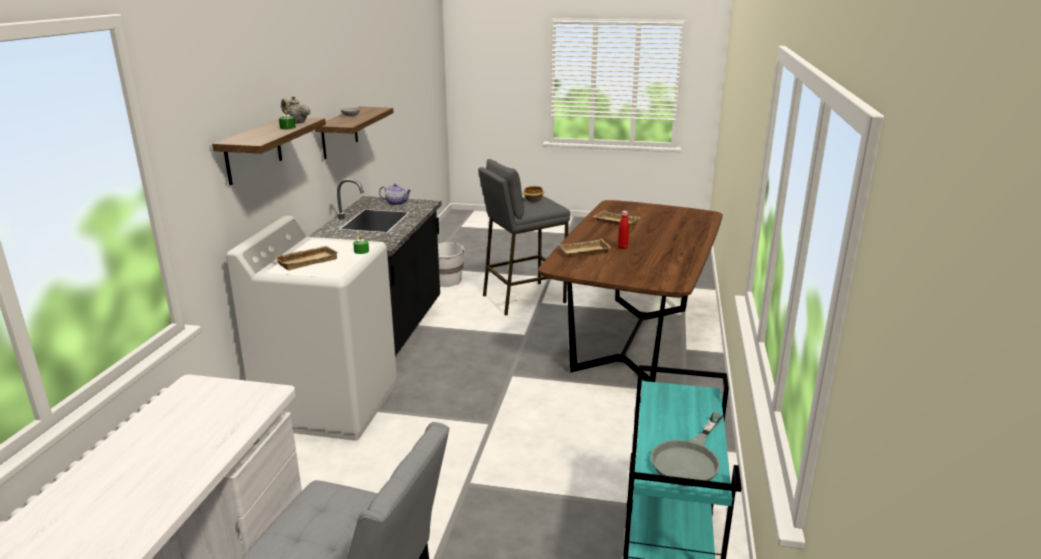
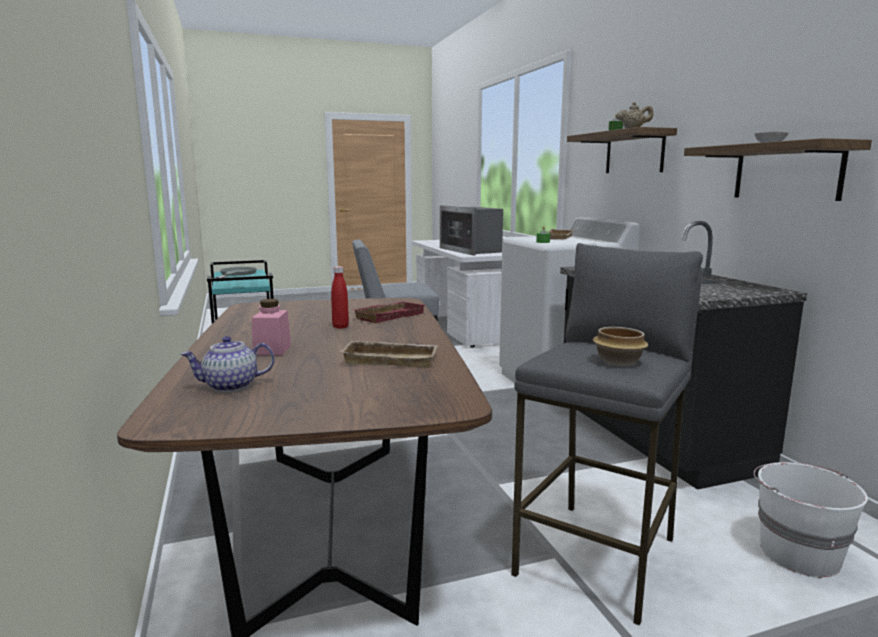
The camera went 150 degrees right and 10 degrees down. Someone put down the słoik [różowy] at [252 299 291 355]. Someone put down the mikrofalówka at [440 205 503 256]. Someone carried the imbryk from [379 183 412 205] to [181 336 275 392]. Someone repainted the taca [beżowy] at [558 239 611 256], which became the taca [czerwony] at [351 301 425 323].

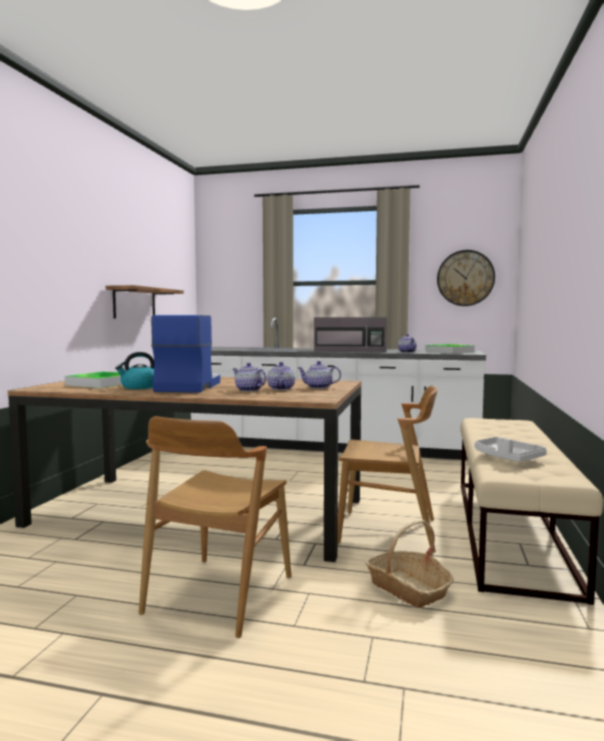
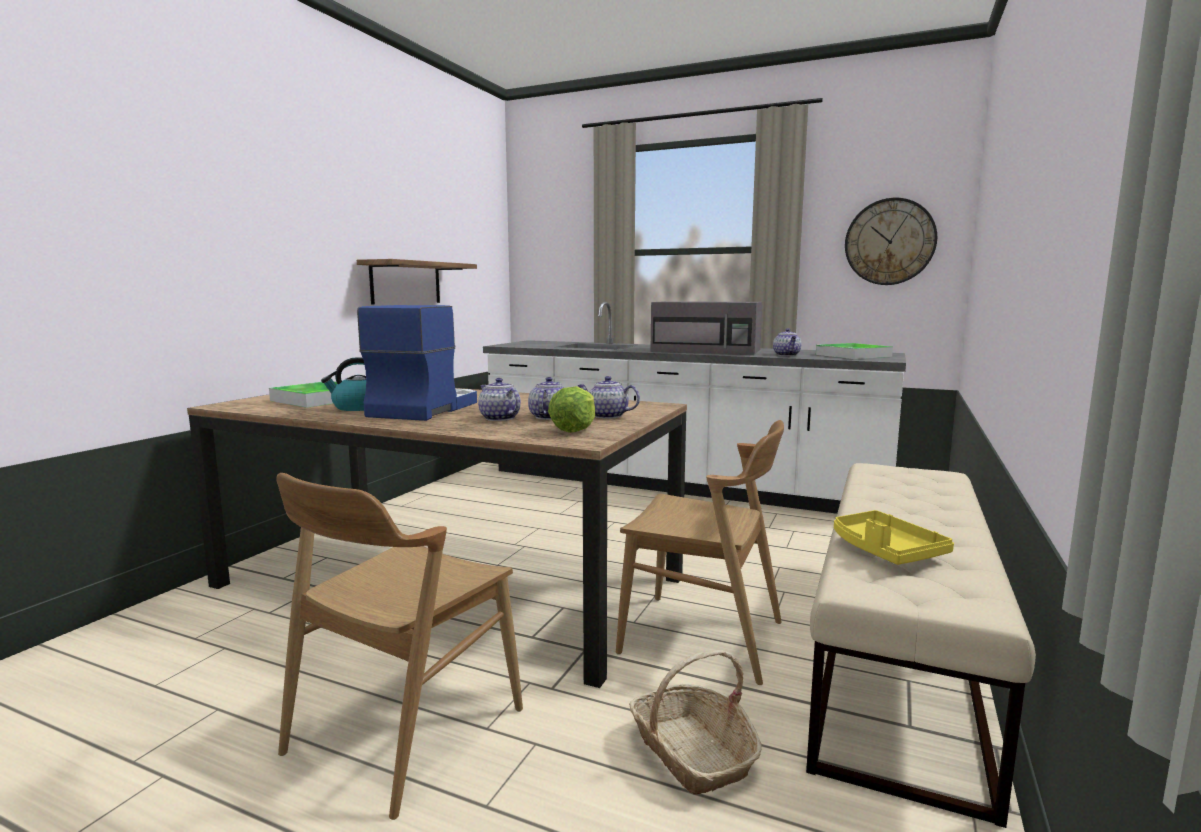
The camera went 10 degrees right and 5 degrees up. Someone put down the sałata at [548 386 595 433]. Someone repainted the taca [szary] at [475 437 547 462], which became the taca [żółty] at [834 510 954 565].

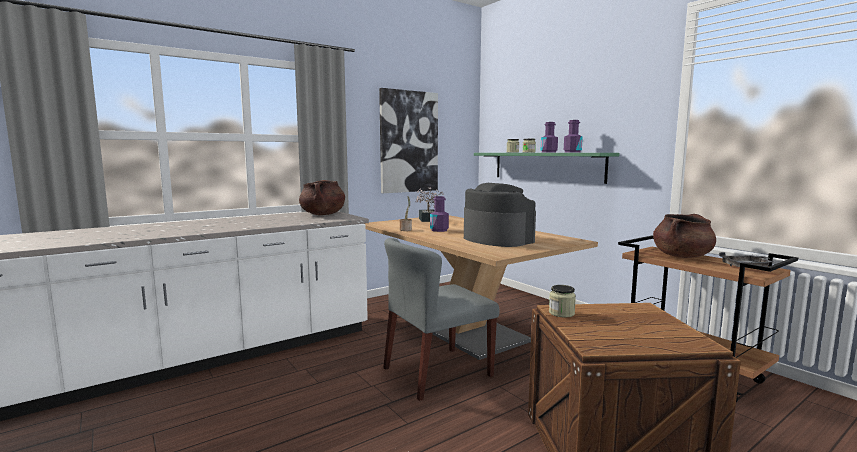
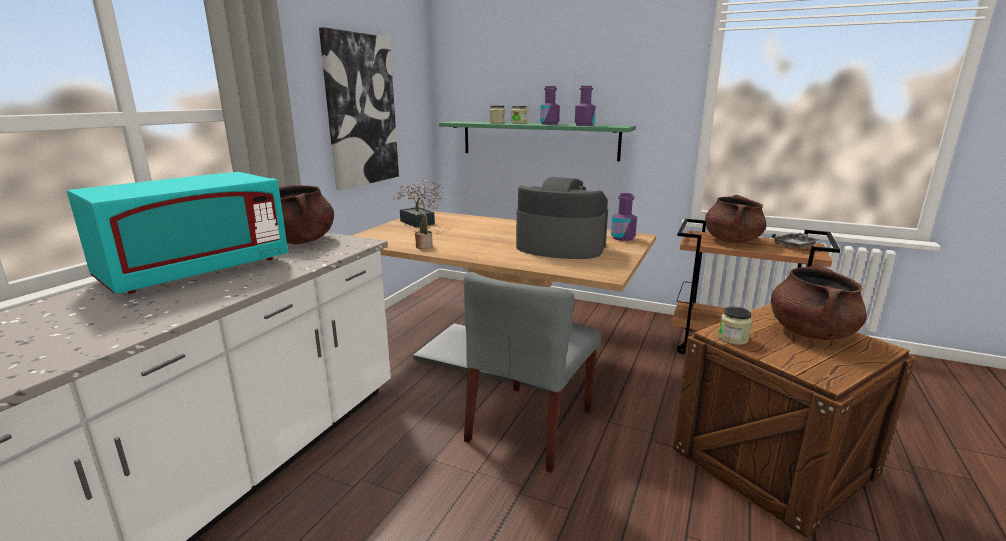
The camera went 30 degrees left and 10 degrees up. Someone put down the mikrofalówka [turkusowy] at [67 172 288 294]. Someone put down the garnek [brązowy] at [771 264 867 340]. Someone carried the butelka [fioletowy] from [430 196 449 232] to [611 193 637 241].

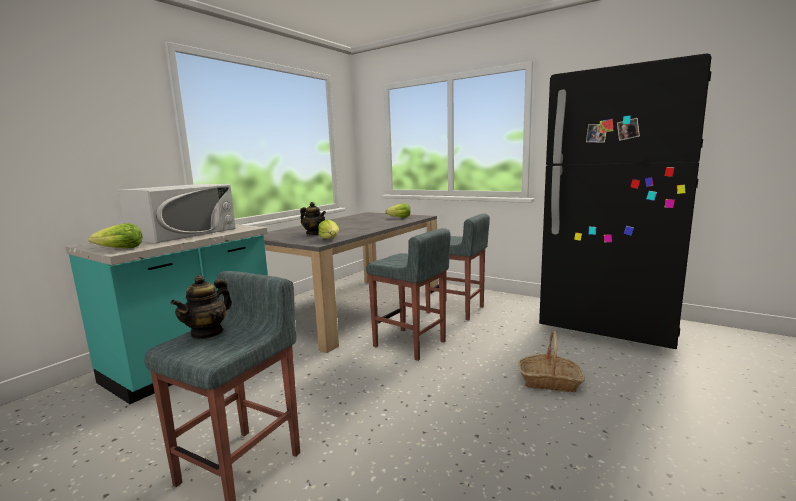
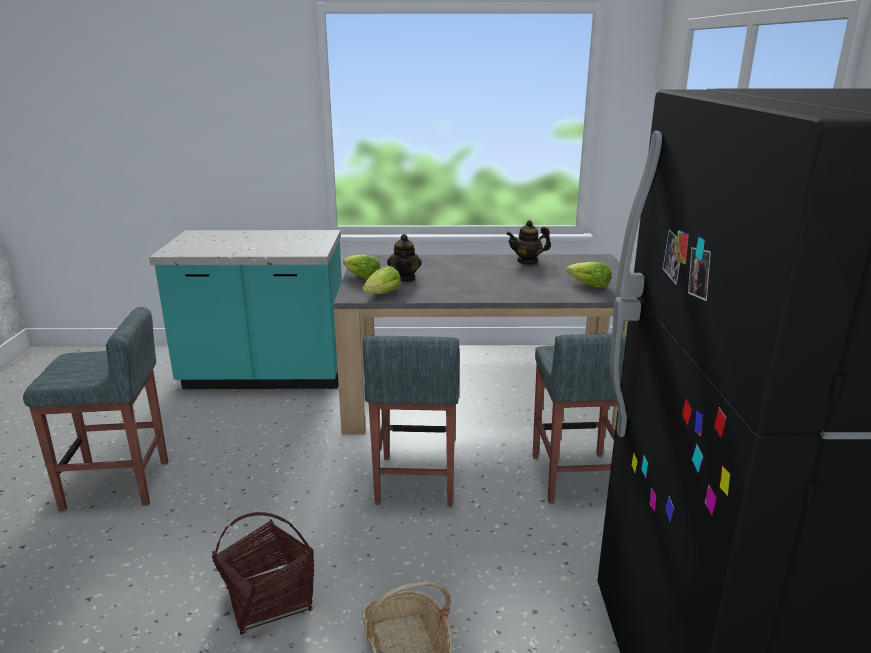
The camera went 55 degrees right and 10 degrees up. Someone took away the mikrofalówka [biały] at [118 184 236 243]. Someone put down the koszyk at [212 512 314 635]. Someone carried the sałata from [88 223 143 248] to [343 254 380 280]. Someone carried the imbryk from [170 275 232 339] to [506 220 551 265].

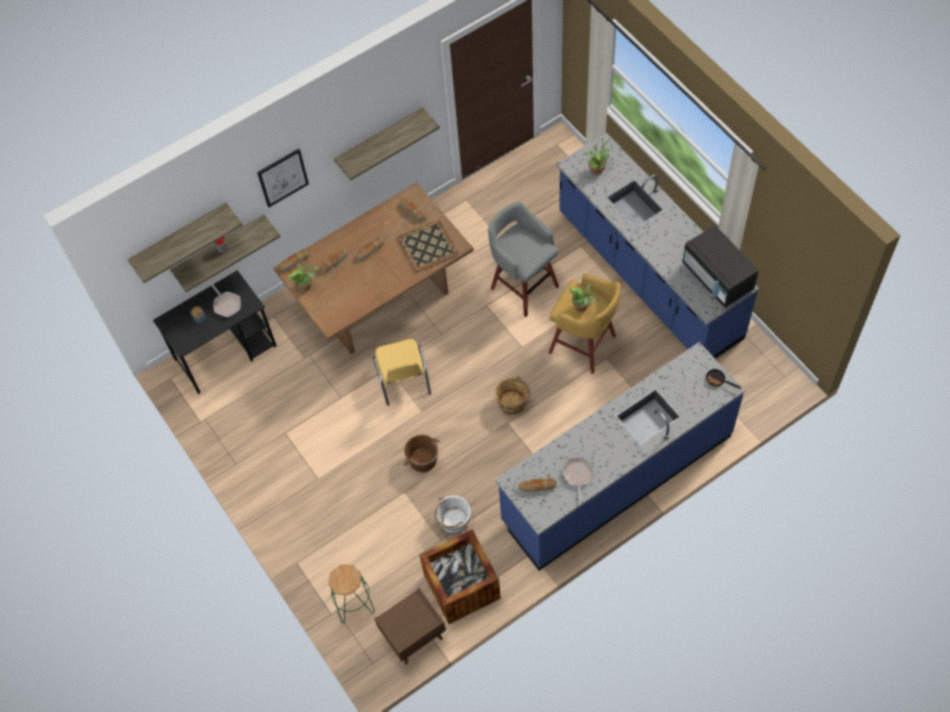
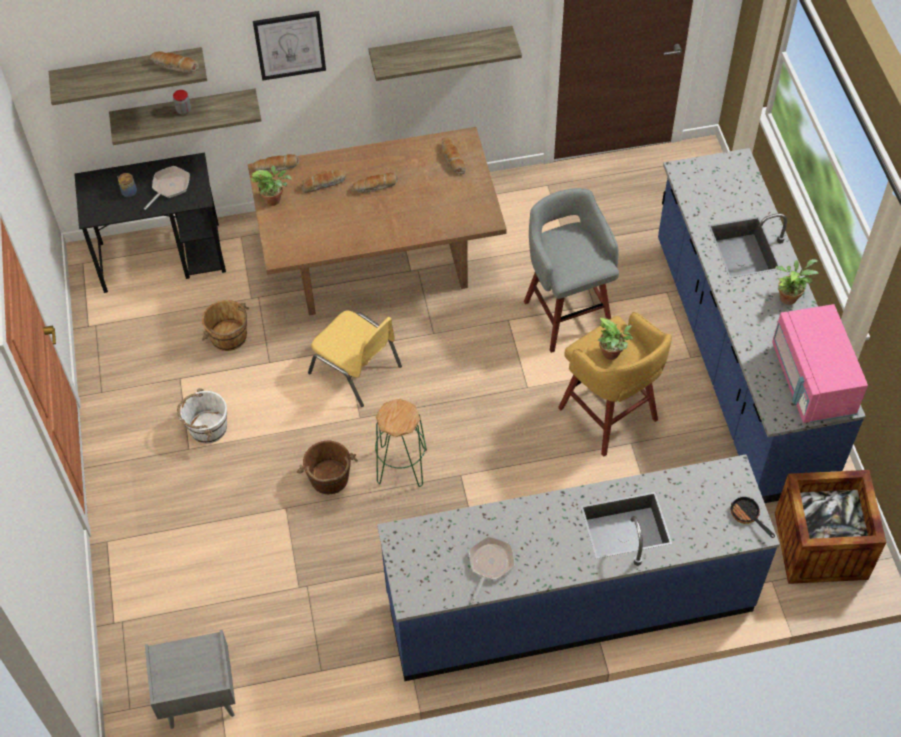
The camera went 20 degrees right and 5 degrees down. Someone took away the taca at [397 220 458 272]. Someone carried the stołek [zielony] from [329 564 375 623] to [375 399 427 487]. Someone carried the skrzynka from [419 529 501 624] to [775 470 887 584]. Someone carried the wiadro [biały] from [434 496 471 534] to [177 388 227 444]. Someone carried the wiadro [brązowy] from [495 376 530 415] to [202 300 249 351]. Someone carried the chleb from [519 478 557 492] to [150 51 199 73]. Someone carried the roślina doniczkowa from [583 141 611 175] to [775 259 818 305]. Someone repainted the szafka nocna [brązowy] at [374 588 446 664], which became the szafka nocna [szary] at [145 630 235 729]. Someone repainted the mikrofalówka [czarny] at [682 225 759 308], which became the mikrofalówka [różowy] at [772 304 868 423]. Someone rotated the patelnia at [211 283 241 317] by 135 degrees counterclockwise. Someone rotated the krzesło [żółty] at [373 339 431 406] by 60 degrees counterclockwise.

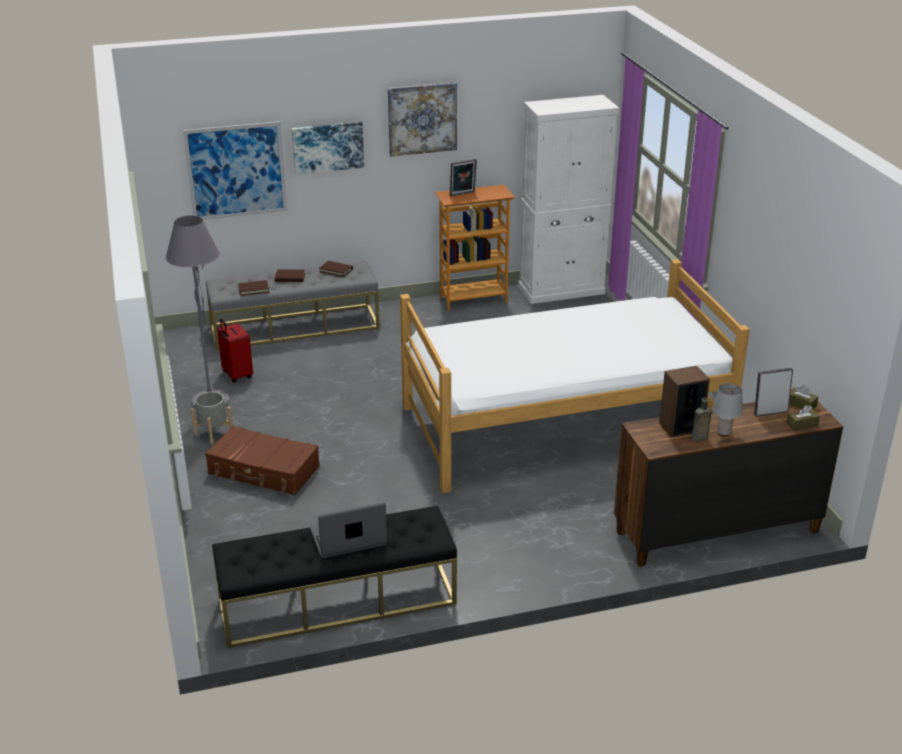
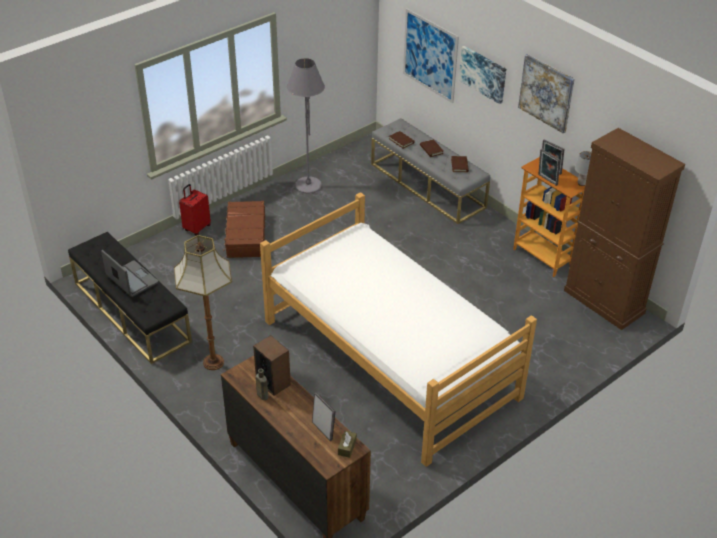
The camera went 65 degrees right and 10 degrees up. Someone took away the donica [szary] at [191 391 233 445]. Someone took away the pudełko chusteczek [brązowy] at [786 405 820 431]. Someone put down the lampa stojąca at [174 235 232 370]. Someone put down the ramka na zdjęcie at [538 149 560 186]. Someone carried the walizka [czerwony] from [217 319 253 383] to [179 184 211 236]. Someone carried the lampa stołowa [szary] from [712 383 742 437] to [575 151 591 186]. Someone repainted the szafka [biały] at [518 95 619 304], which became the szafka [brązowy] at [564 128 685 330].

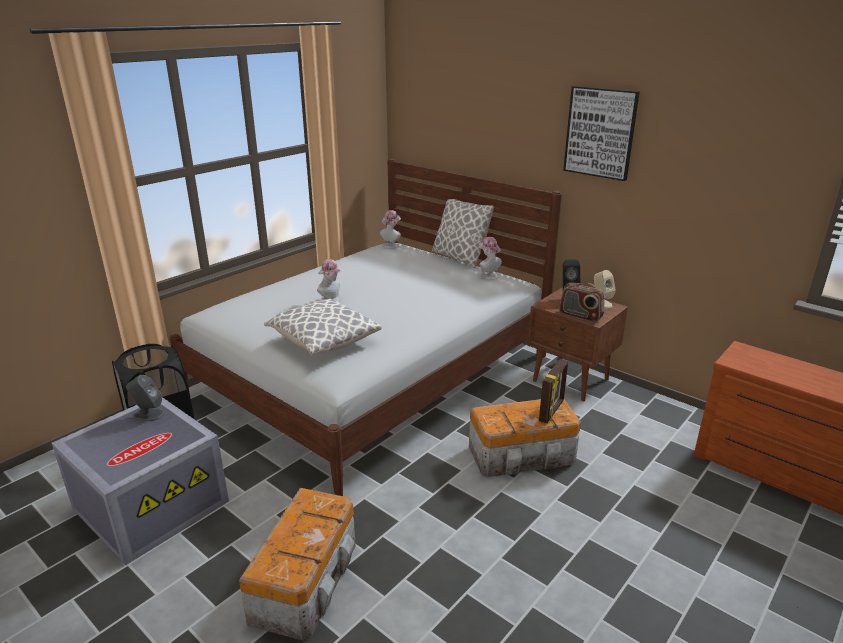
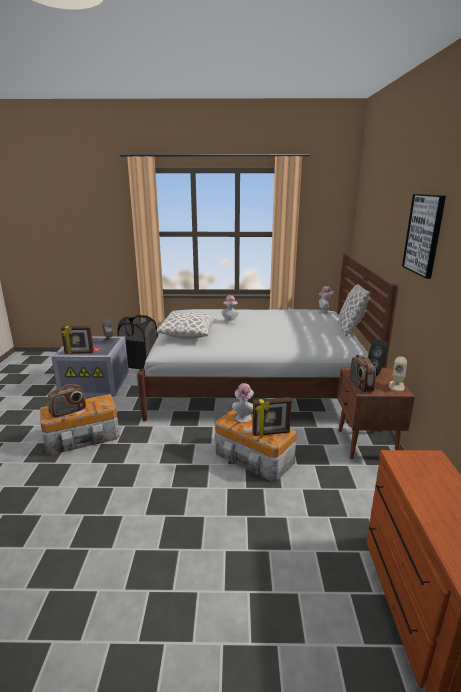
The camera went 50 degrees right and 5 degrees down. Someone put down the radio at [47 384 86 418]. Someone put down the ramka na zdjęcie at [61 326 94 354]. Someone carried the kapelusz from [479 237 502 280] to [232 383 254 422].

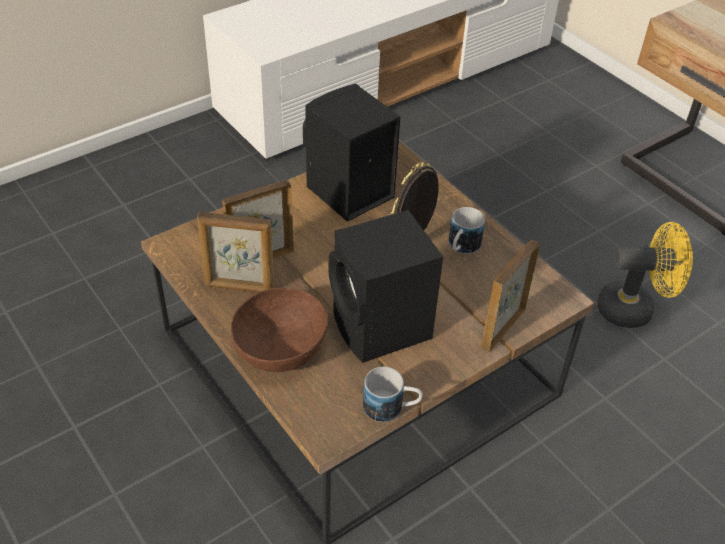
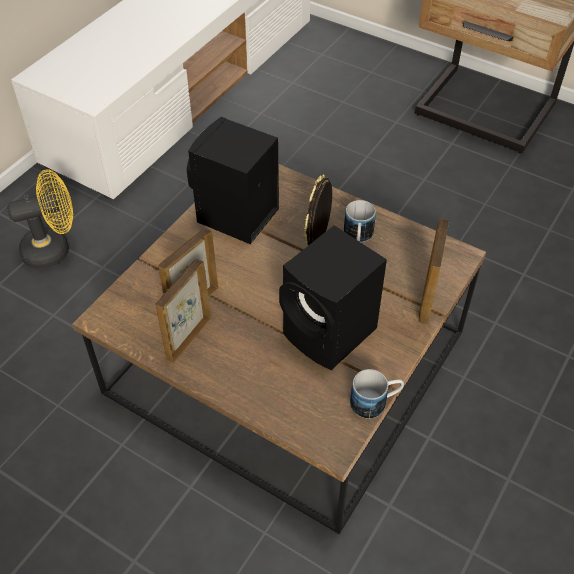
The camera went 20 degrees left and 5 degrees up. Someone took away the miska [brązowy] at [231 288 328 372]. Someone carried the wentylator [żółty] from [597 222 693 328] to [7 169 73 269]. Someone rotated the ramka na zdjęcie at [197 212 274 292] by 135 degrees clockwise.

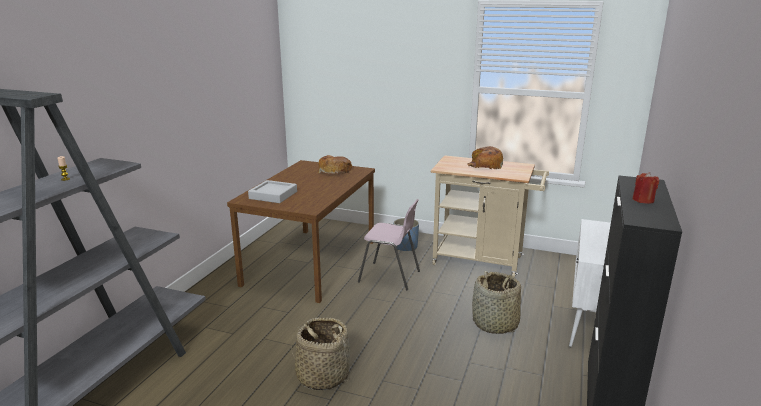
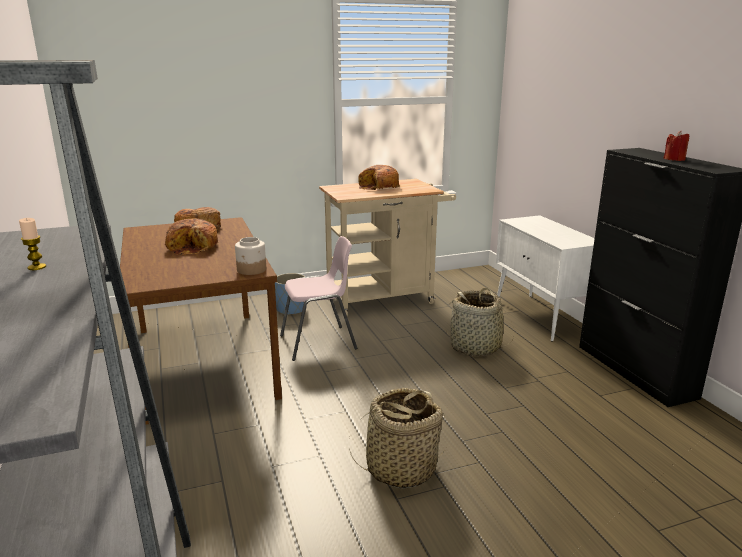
The camera went 40 degrees left and 0 degrees up. Someone took away the taca [szary] at [248 180 297 203]. Someone put down the chleb at [165 218 218 255]. Someone put down the słoik at [235 237 266 275].

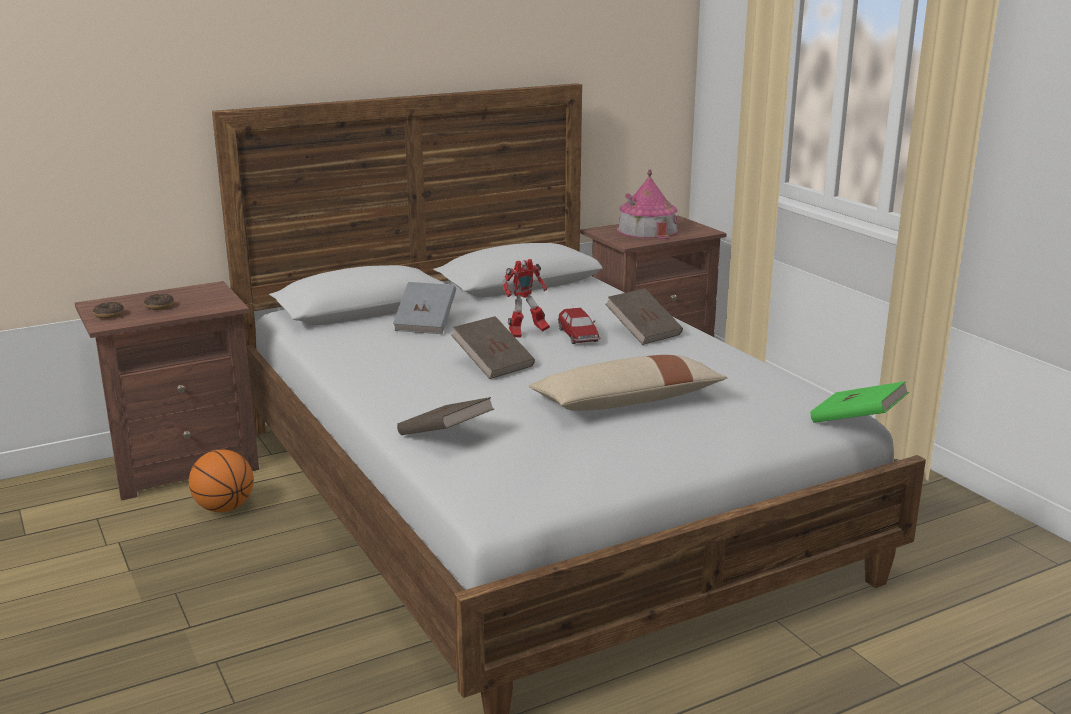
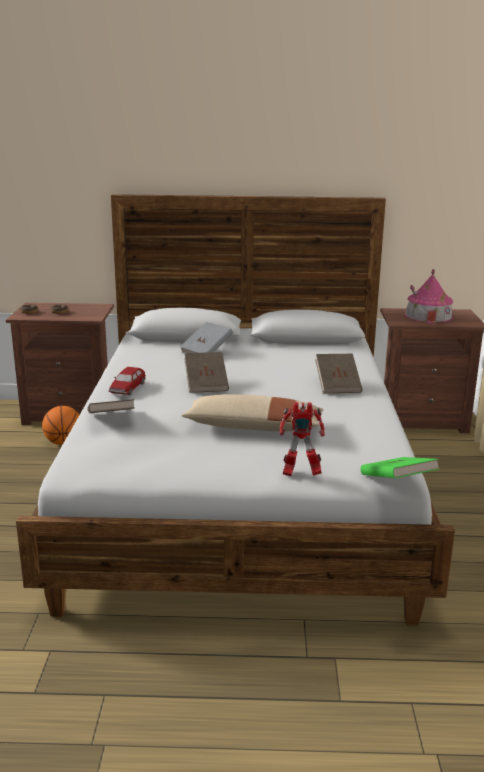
The camera went 30 degrees right and 0 degrees up. Someone carried the robot zabawkowy from [503 259 550 338] to [279 402 325 476]. Someone carried the samochodzik from [558 308 600 344] to [108 367 146 395].

